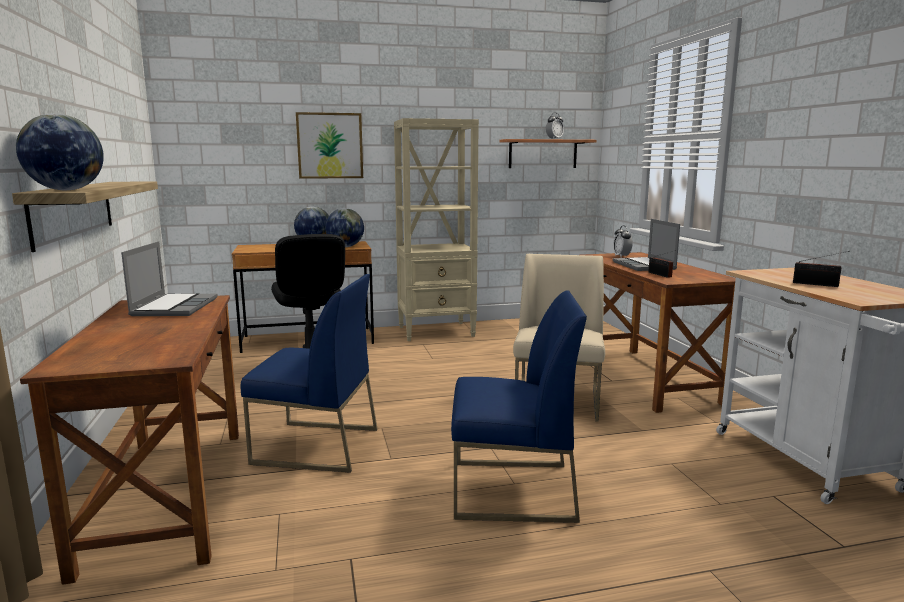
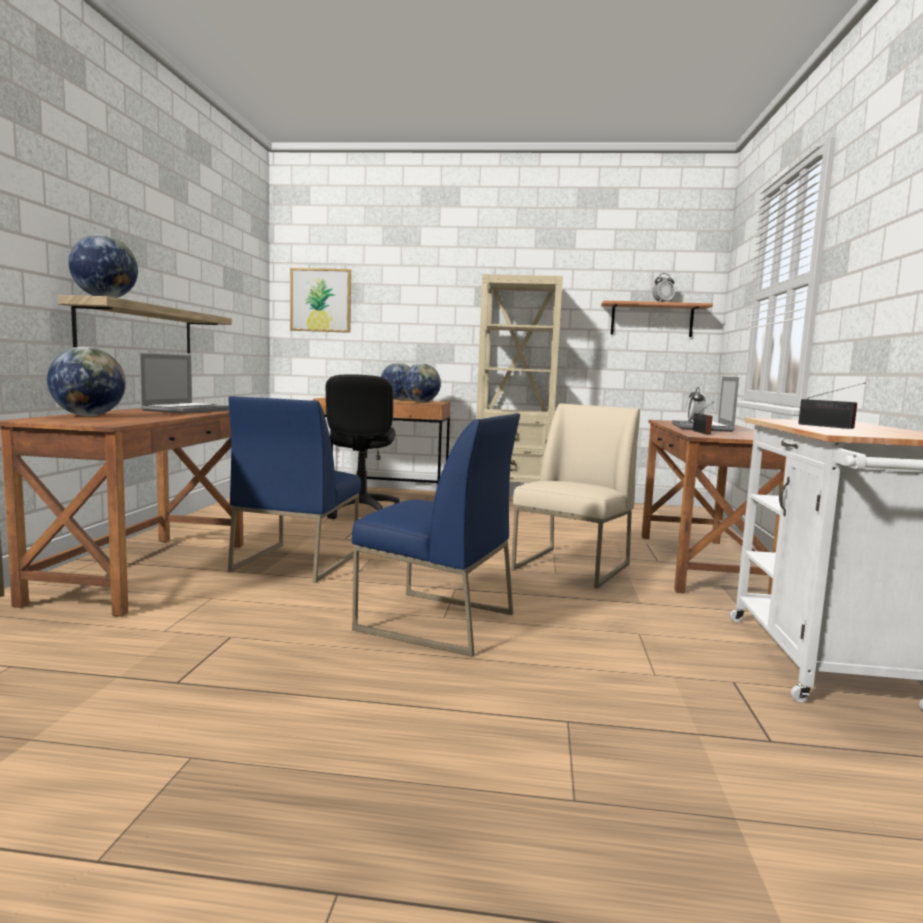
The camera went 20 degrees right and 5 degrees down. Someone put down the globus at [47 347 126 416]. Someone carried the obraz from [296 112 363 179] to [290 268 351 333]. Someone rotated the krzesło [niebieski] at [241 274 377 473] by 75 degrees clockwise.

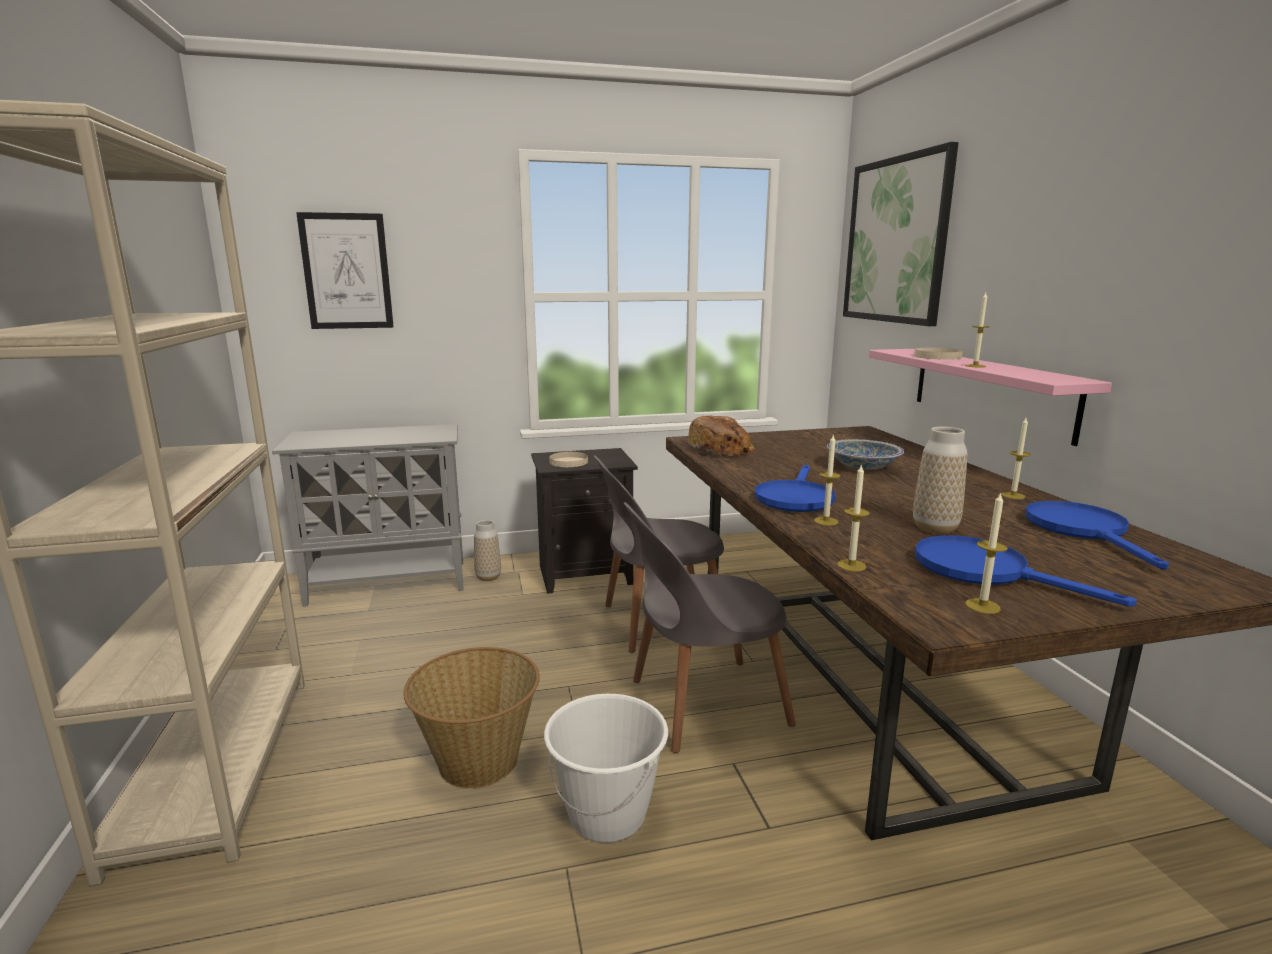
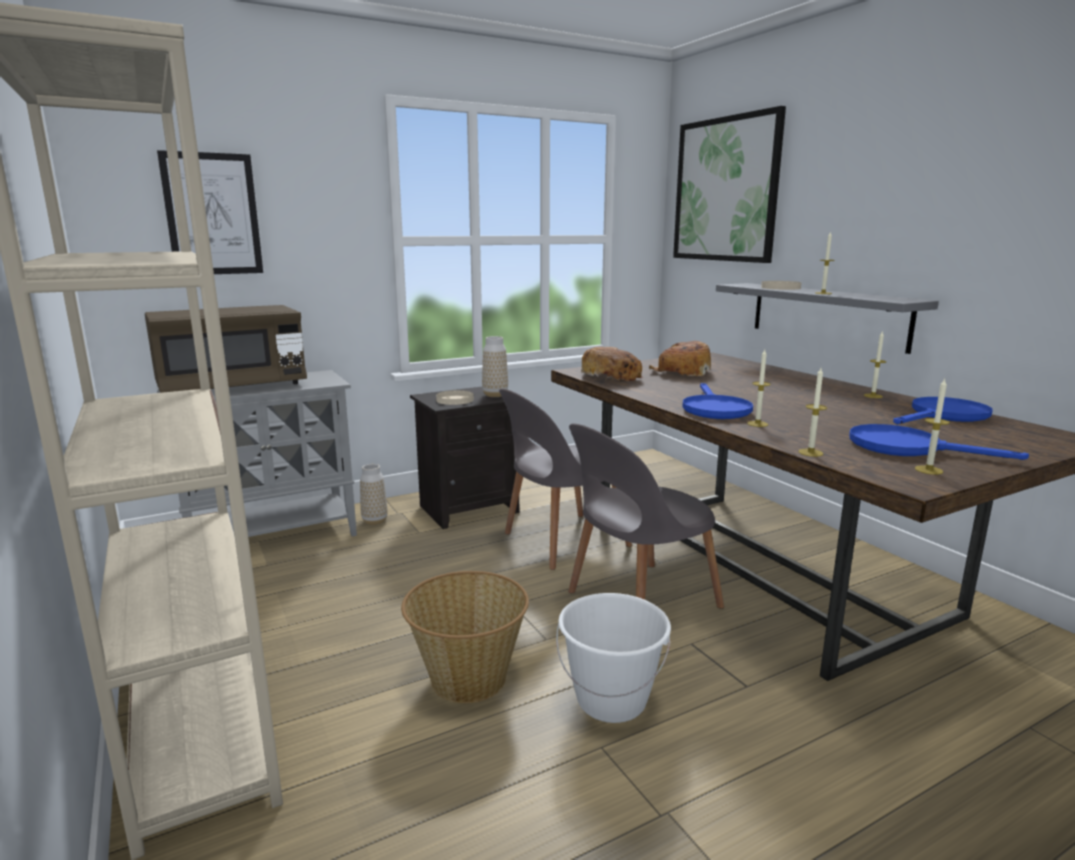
The camera went 15 degrees left and 0 degrees up. Someone took away the miska at [827 439 904 469]. Someone put down the mikrofalówka [brązowy] at [145 305 307 393]. Someone put down the chleb at [649 341 711 376]. Someone carried the wazon from [913 427 967 534] to [482 336 508 397]. Someone repainted the półka [różowy] at [869 349 1112 446], which became the półka [szary] at [716 283 939 354]. Someone rotated the patelnia [niebieski] at [1026 501 1169 570] by 75 degrees clockwise.

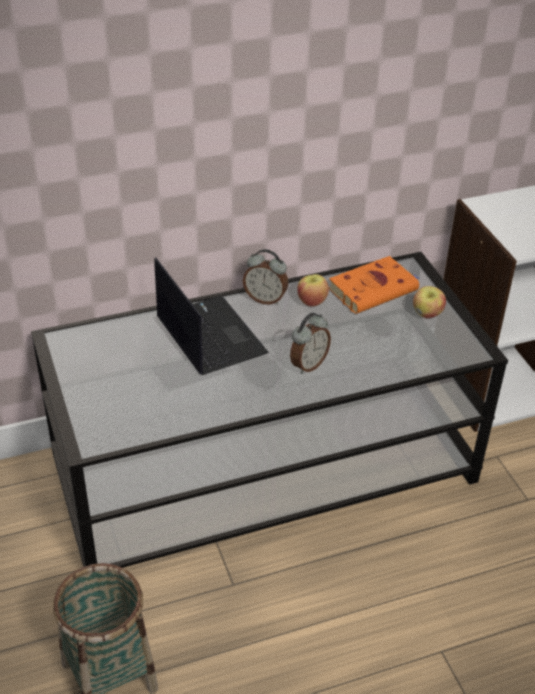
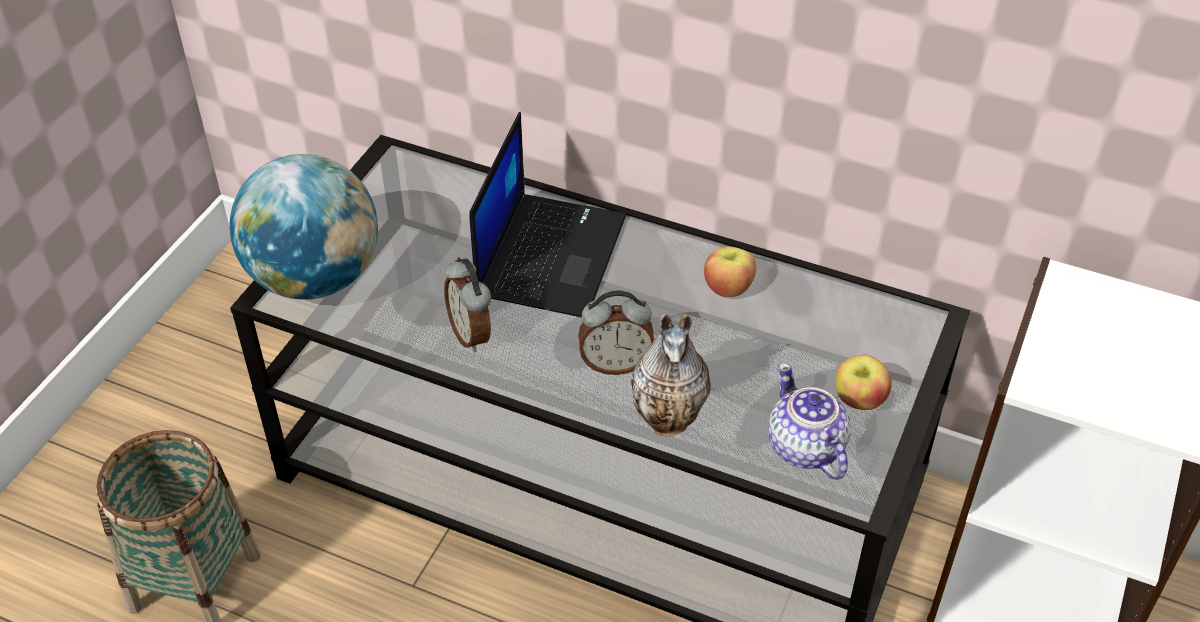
The camera went 45 degrees right and 5 degrees up. Someone took away the książka [pomarańczowy] at [329 256 419 314]. Someone put down the globus at [229 154 378 300]. Someone put down the wazon at [631 314 711 436]. Someone put down the imbryk at [768 363 851 480]. Someone carried the budzik from [243 249 288 305] to [444 257 491 352].

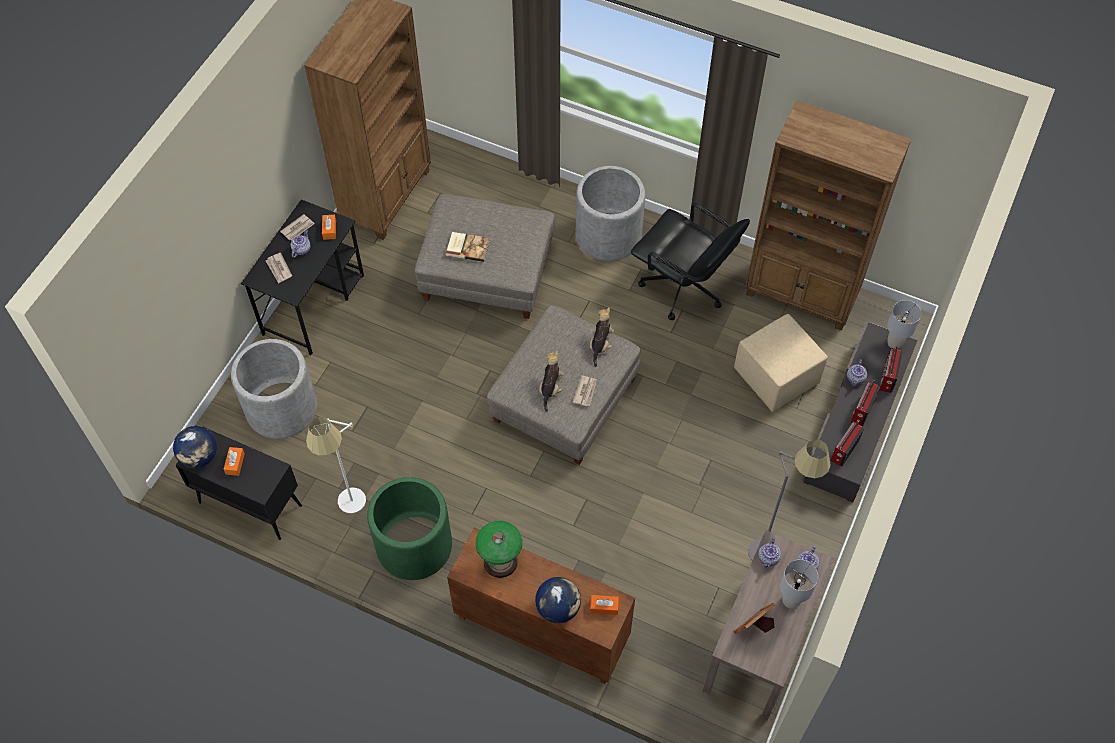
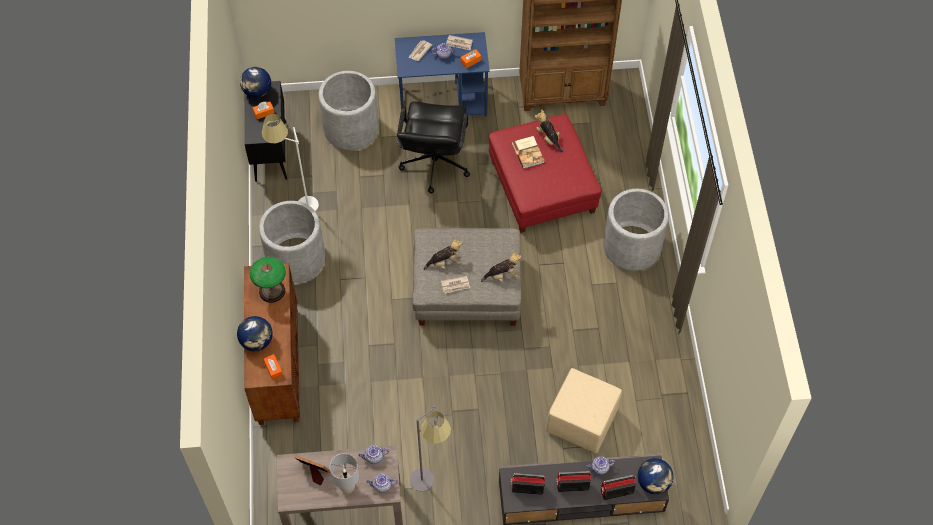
The camera went 60 degrees right and 0 degrees up. Someone took away the regał [brązowy] at [745 100 911 330]. Someone put down the pluszak at [535 109 563 153]. Someone carried the krzesło biurowe [czarny] from [631 203 750 320] to [397 101 470 194]. Someone swapped the lampa stołowa [szary] at [887 300 922 349] for the globus at [638 458 673 494]. Someone repainted the biurko [czarny] at [241 199 364 355], which became the biurko [niebieski] at [395 32 490 122]. Someone repainted the donica [zielony] at [367 477 452 580], which became the donica [szary] at [259 201 325 283]. Someone repainted the pufa [szary] at [415 194 555 319], which became the pufa [czerwony] at [489 114 601 233].

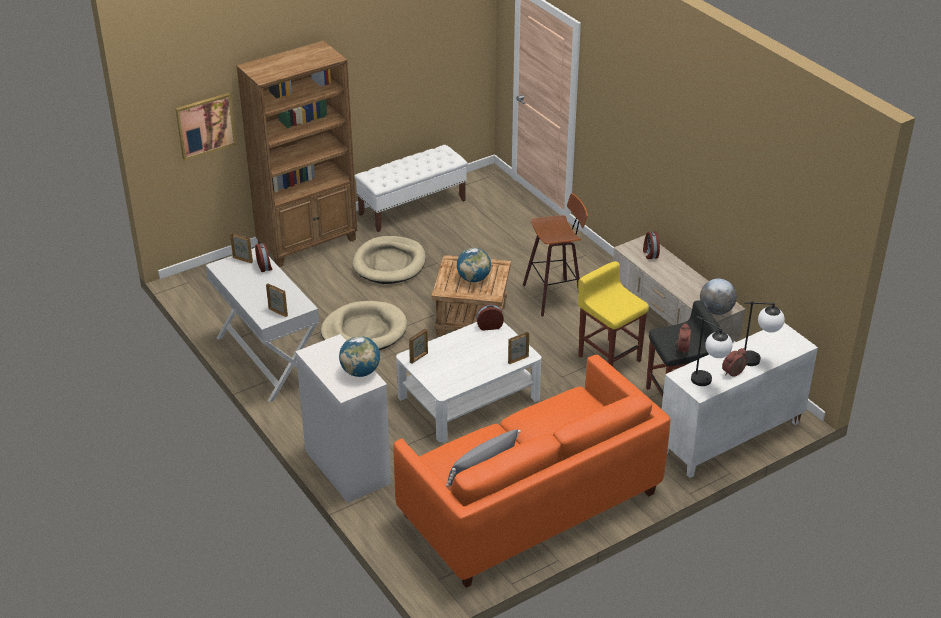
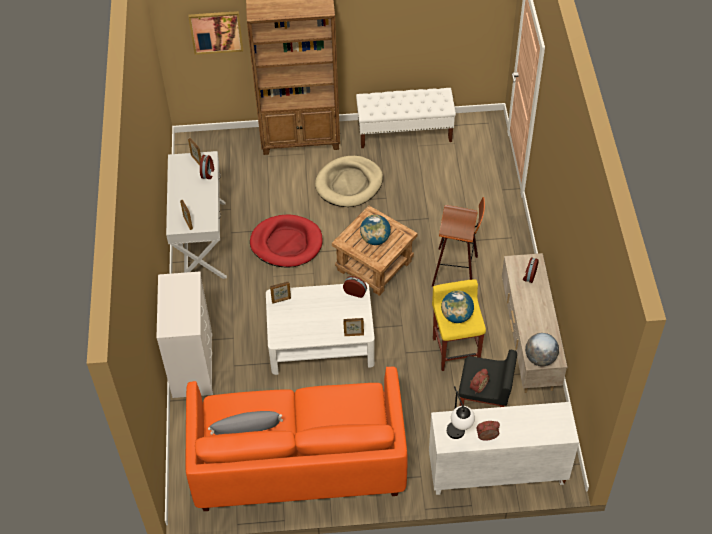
The camera went 30 degrees right and 15 degrees up. Someone took away the lampa stołowa at [742 301 785 366]. Someone carried the globus from [339 336 380 377] to [441 291 474 323]. Someone repainted the legowisko [beżowy] at [321 301 407 350], which became the legowisko [czerwony] at [250 214 323 268].

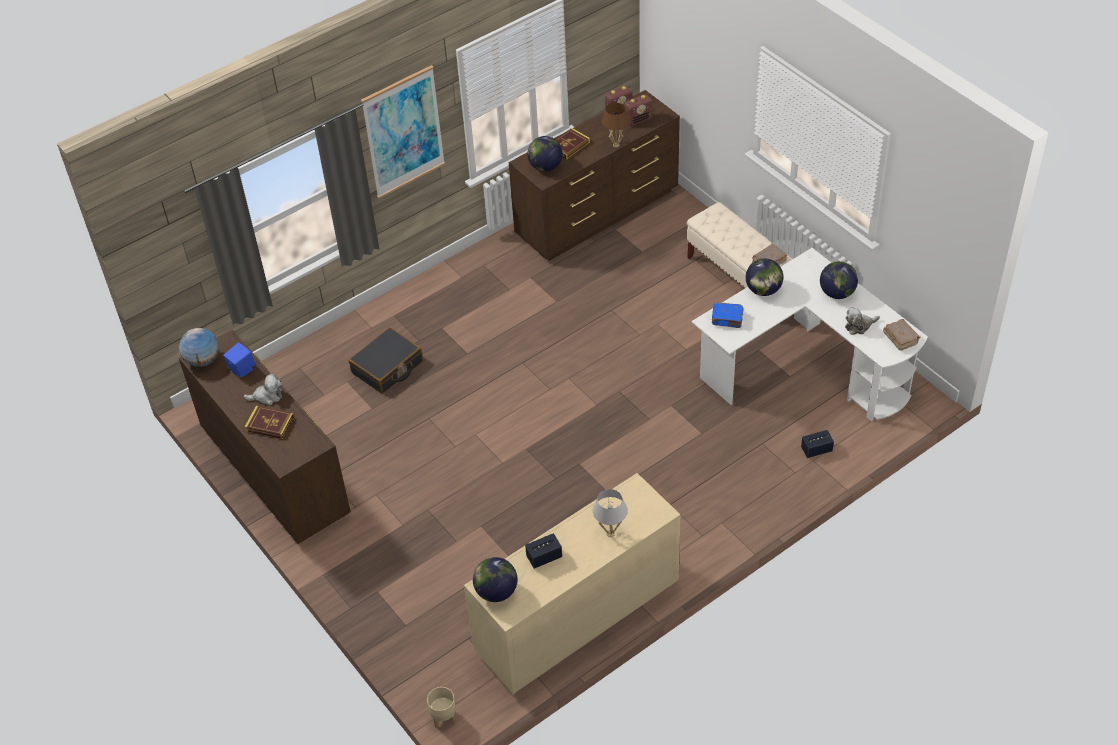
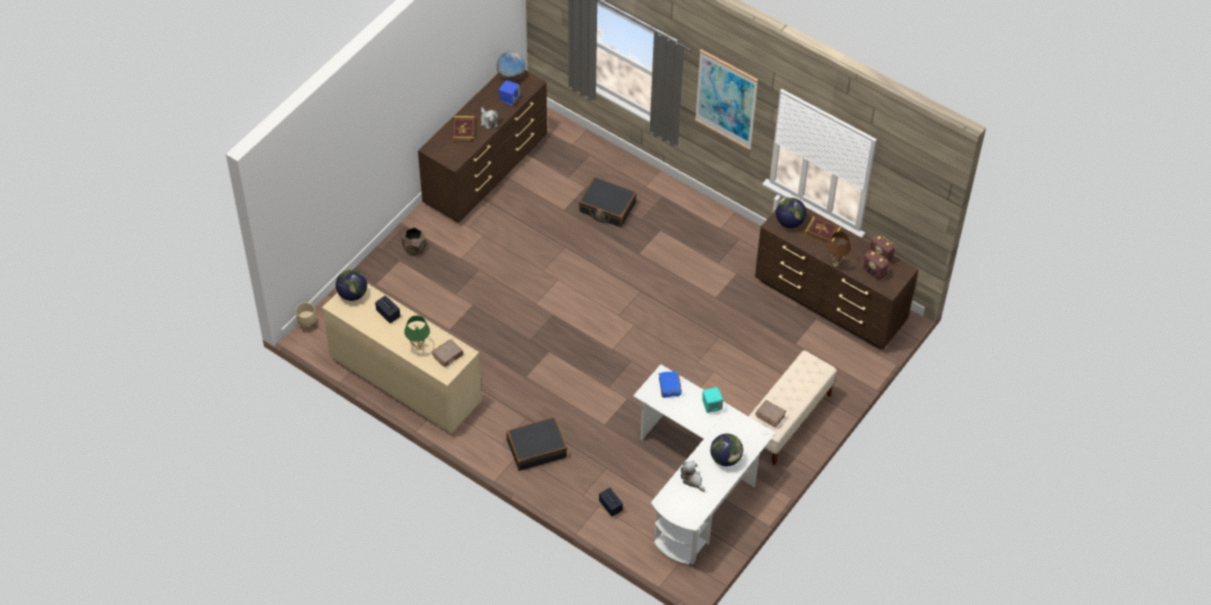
The camera went 70 degrees right and 5 degrees up. Someone put down the donica [brązowy] at [402 227 426 256]. Someone put down the walizka [czarny] at [506 417 567 471]. Someone carried the książka [brązowy] from [883 319 920 351] to [432 339 463 367]. Someone swapped the globus at [746 258 783 296] for the głośnik [turkusowy] at [702 387 723 413]. Someone repainted the lampa stołowa [biały] at [593 489 628 537], which became the lampa stołowa [zielony] at [404 316 430 350].

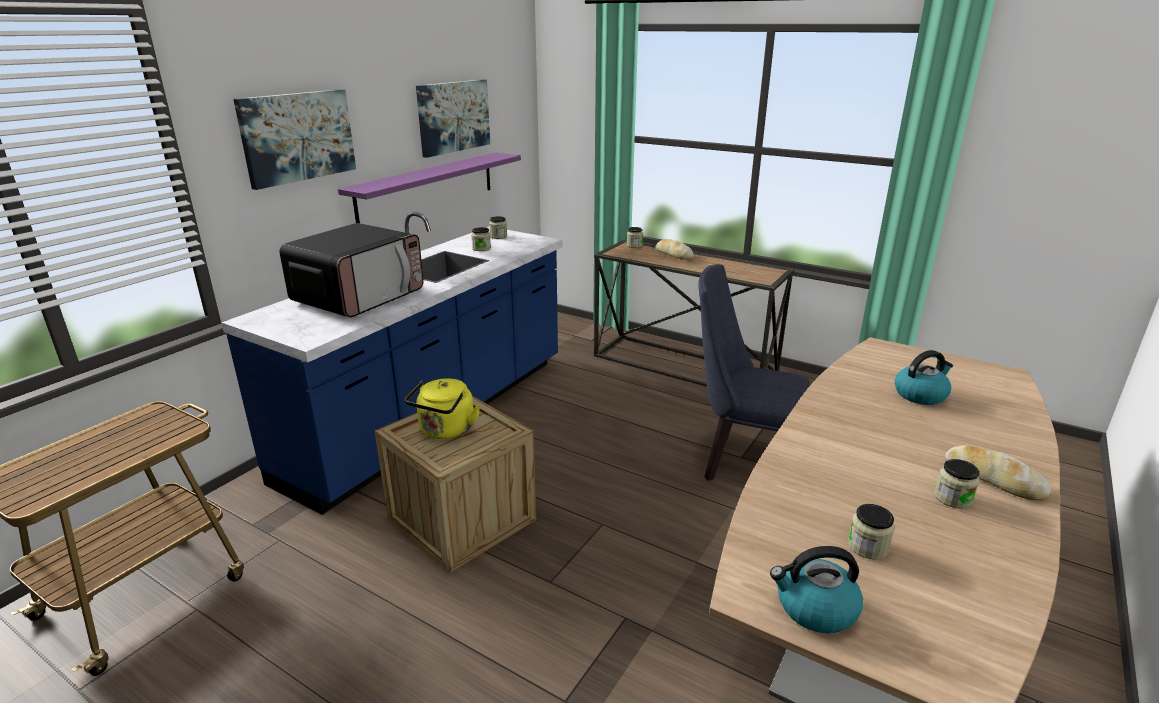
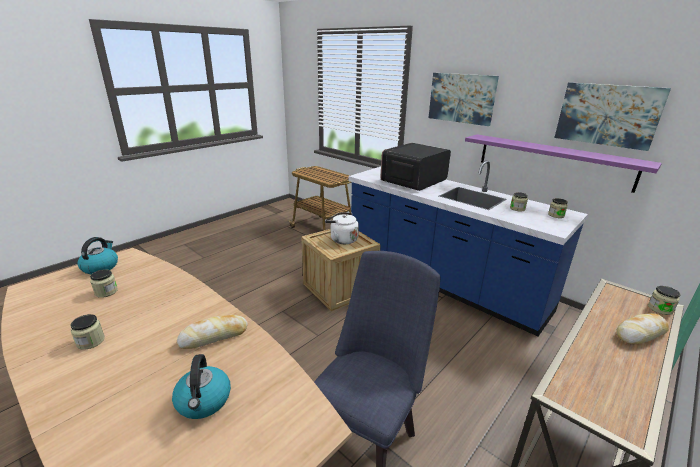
The camera went 100 degrees right and 0 degrees up. Someone carried the chleb from [945 445 1051 500] to [177 315 248 349]. Someone repainted the czajnik [żółty] at [405 378 480 439], which became the czajnik [biały] at [325 212 359 244]. Someone rotated the mikrofalówka at [279 223 424 318] by 90 degrees clockwise.

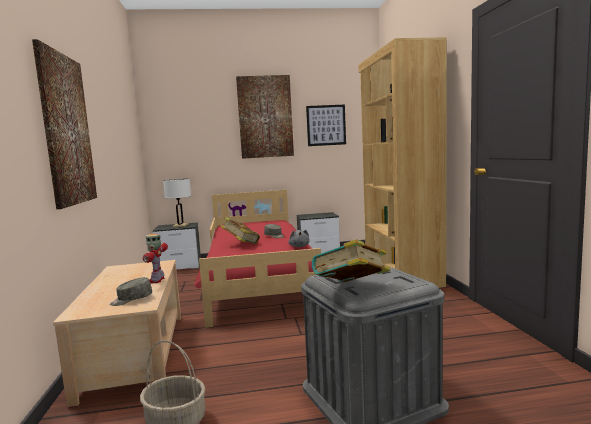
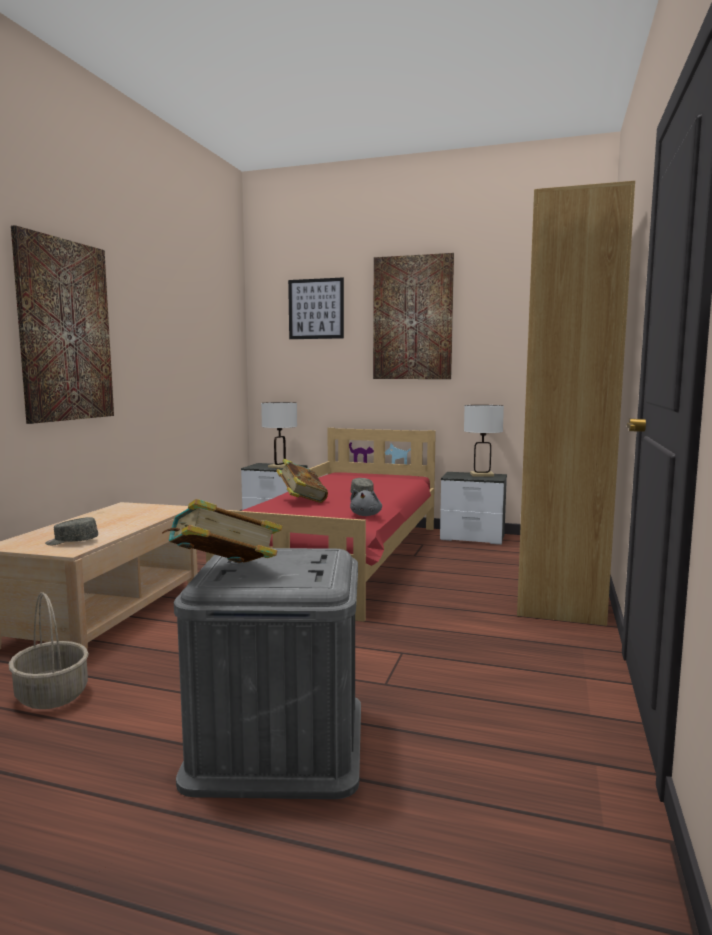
The camera went 25 degrees right and 0 degrees up. Someone took away the robot zabawkowy at [143 234 168 283]. Someone put down the lampa stołowa [biały] at [464 405 504 477]. Someone carried the obraz from [306 105 346 146] to [288 278 344 339].

